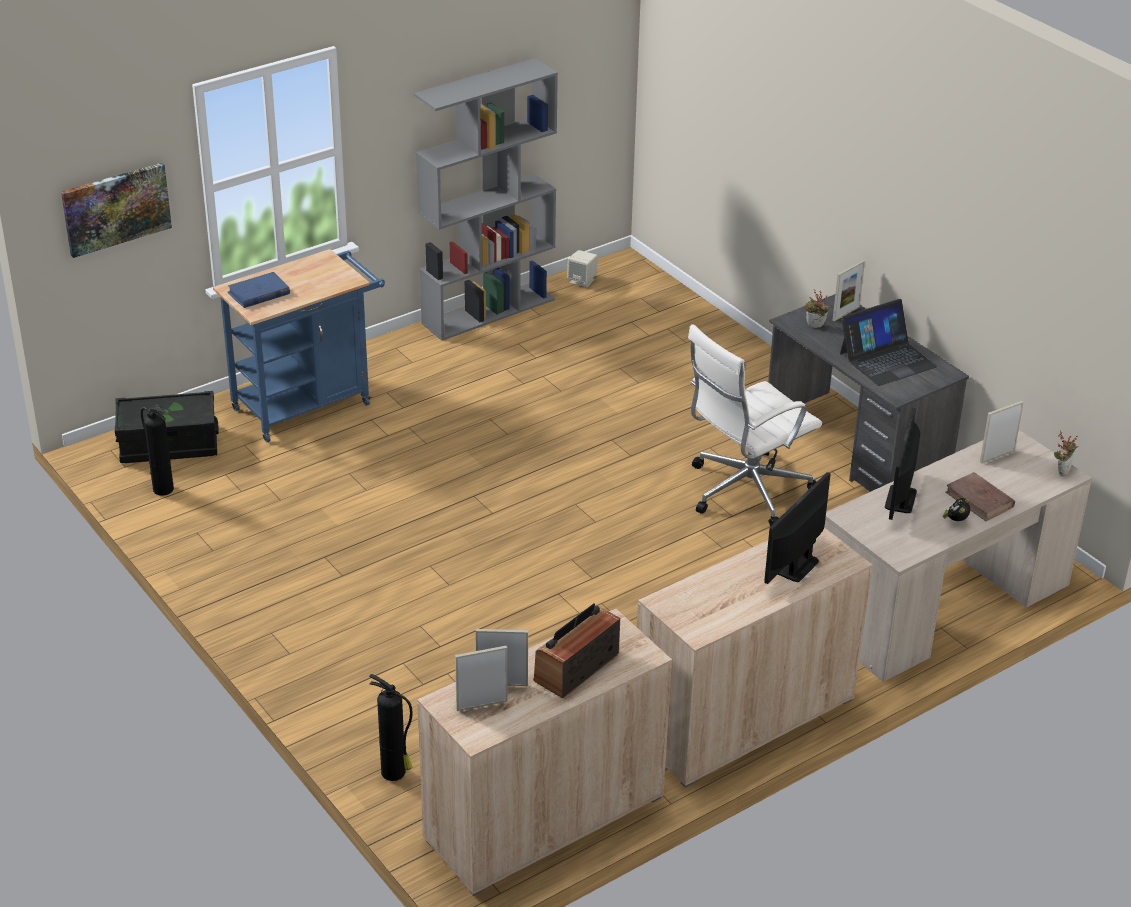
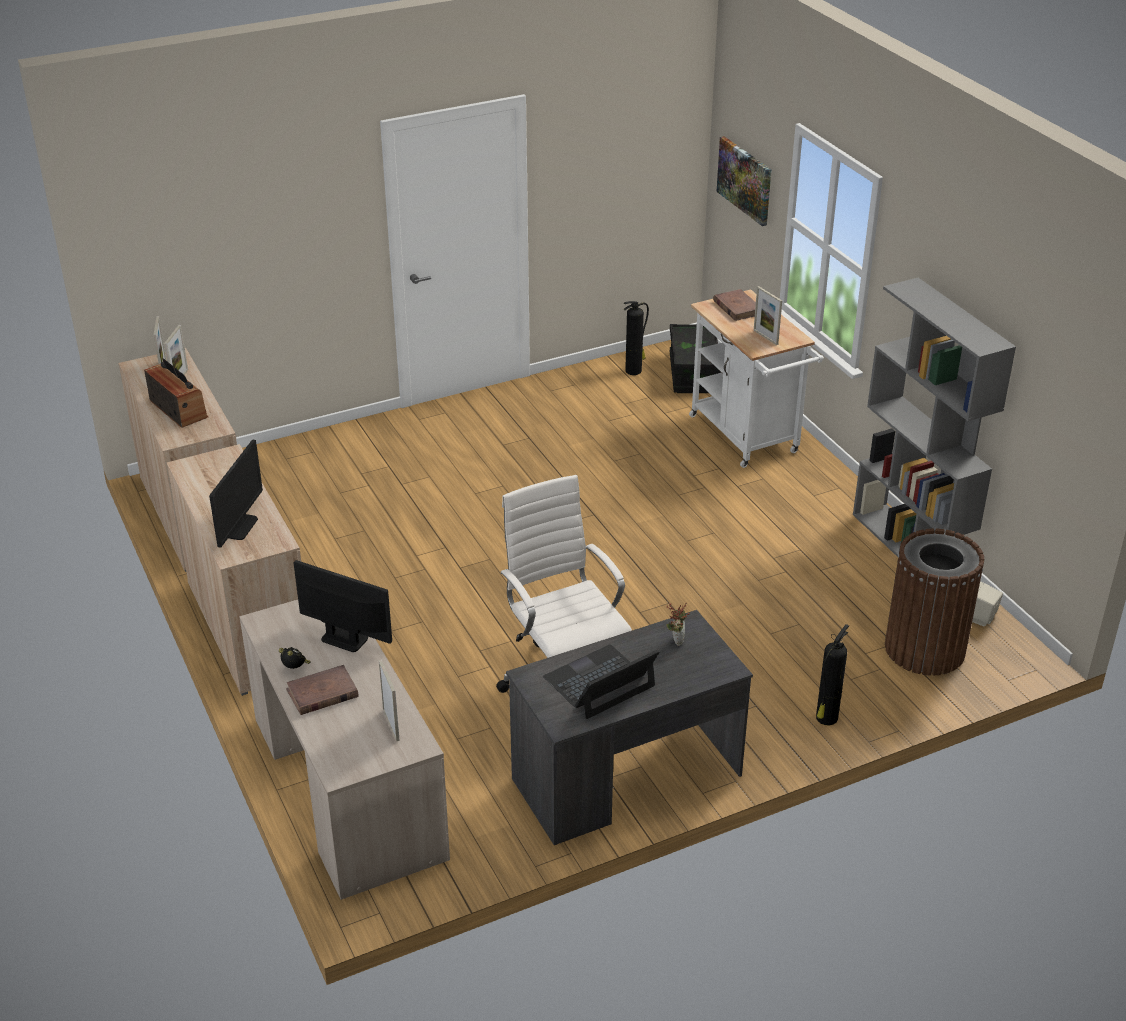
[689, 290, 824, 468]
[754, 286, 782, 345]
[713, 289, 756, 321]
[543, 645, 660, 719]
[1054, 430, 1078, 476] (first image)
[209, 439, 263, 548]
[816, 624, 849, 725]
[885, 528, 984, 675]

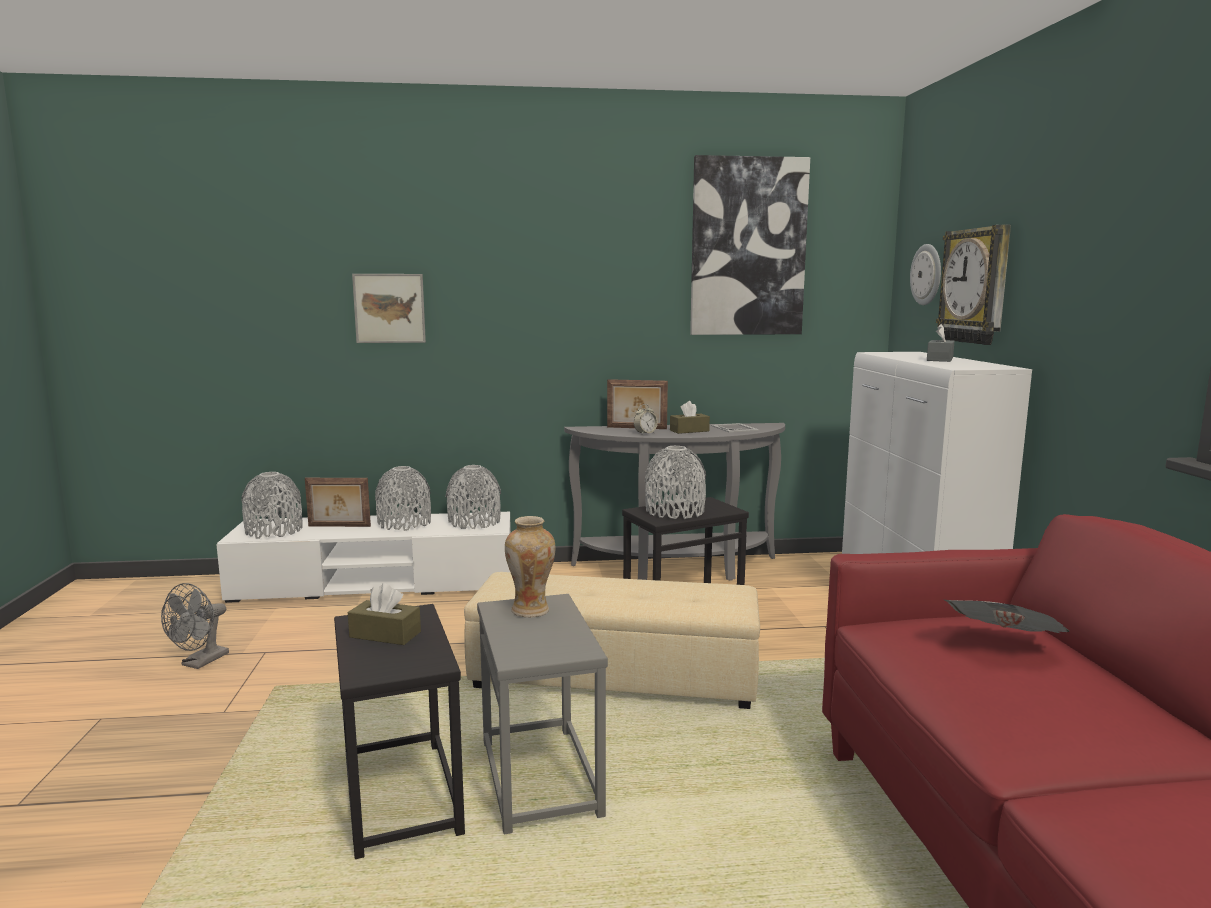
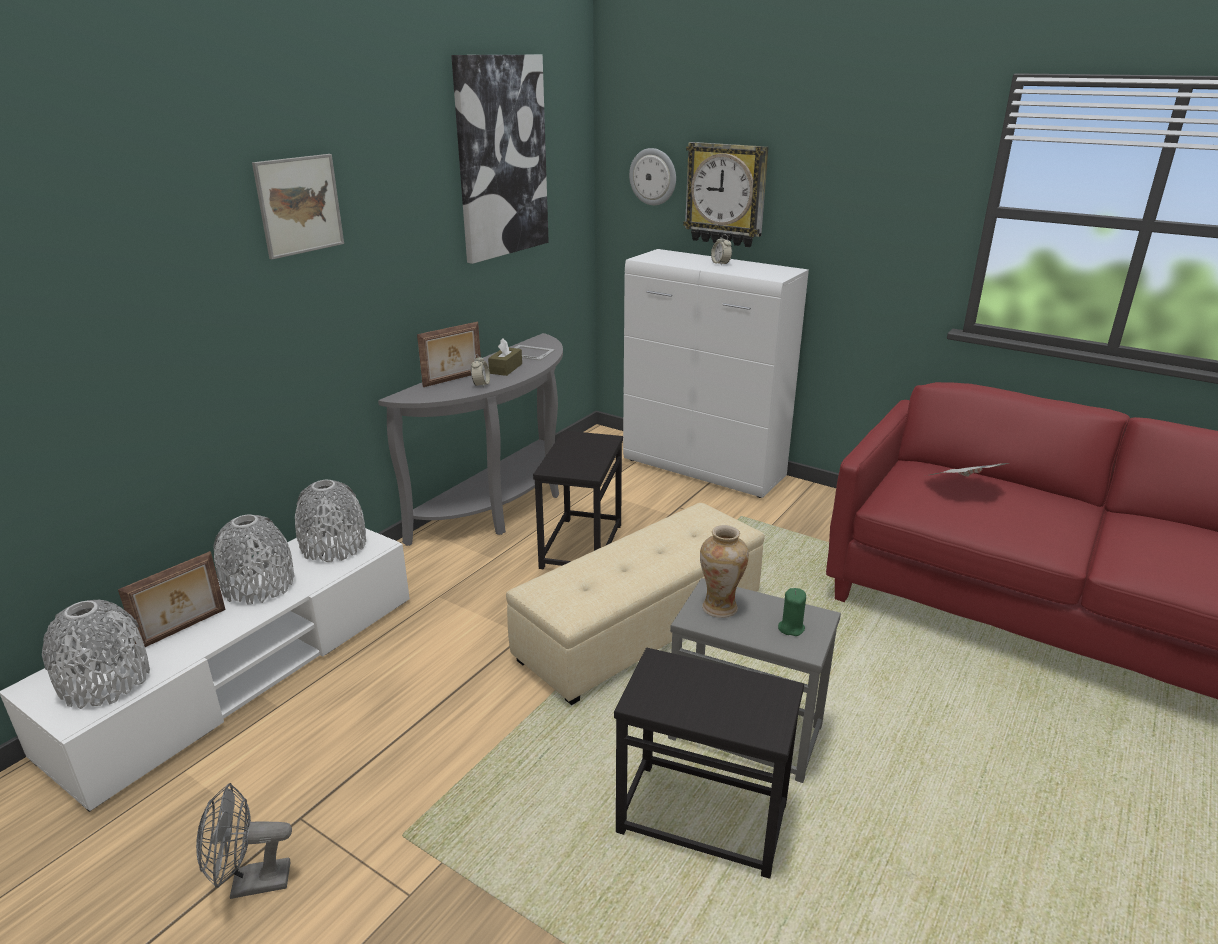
[252, 154, 344, 259]
[711, 235, 732, 266]
[645, 446, 706, 519] (first image)
[196, 783, 292, 899]
[348, 583, 421, 645] (first image)
[778, 588, 806, 636]

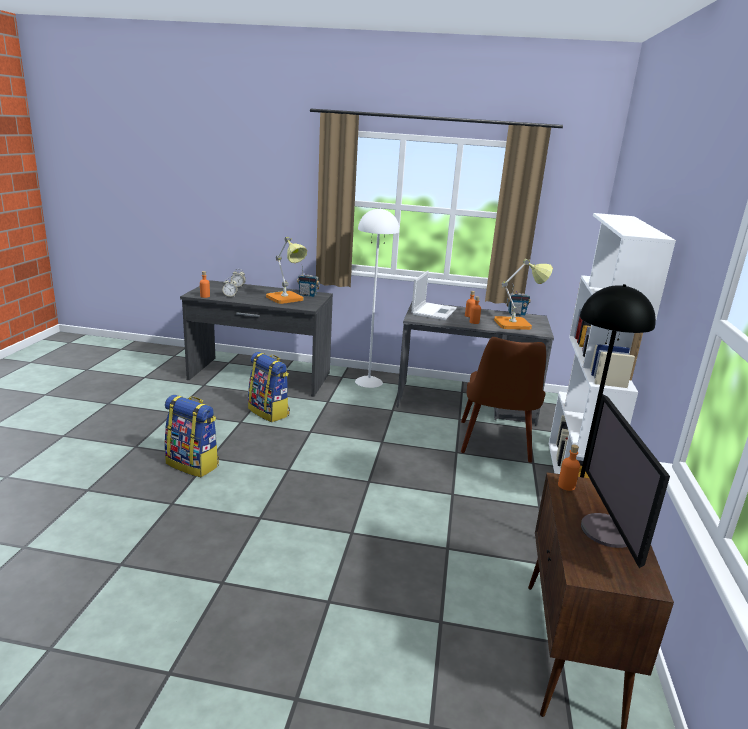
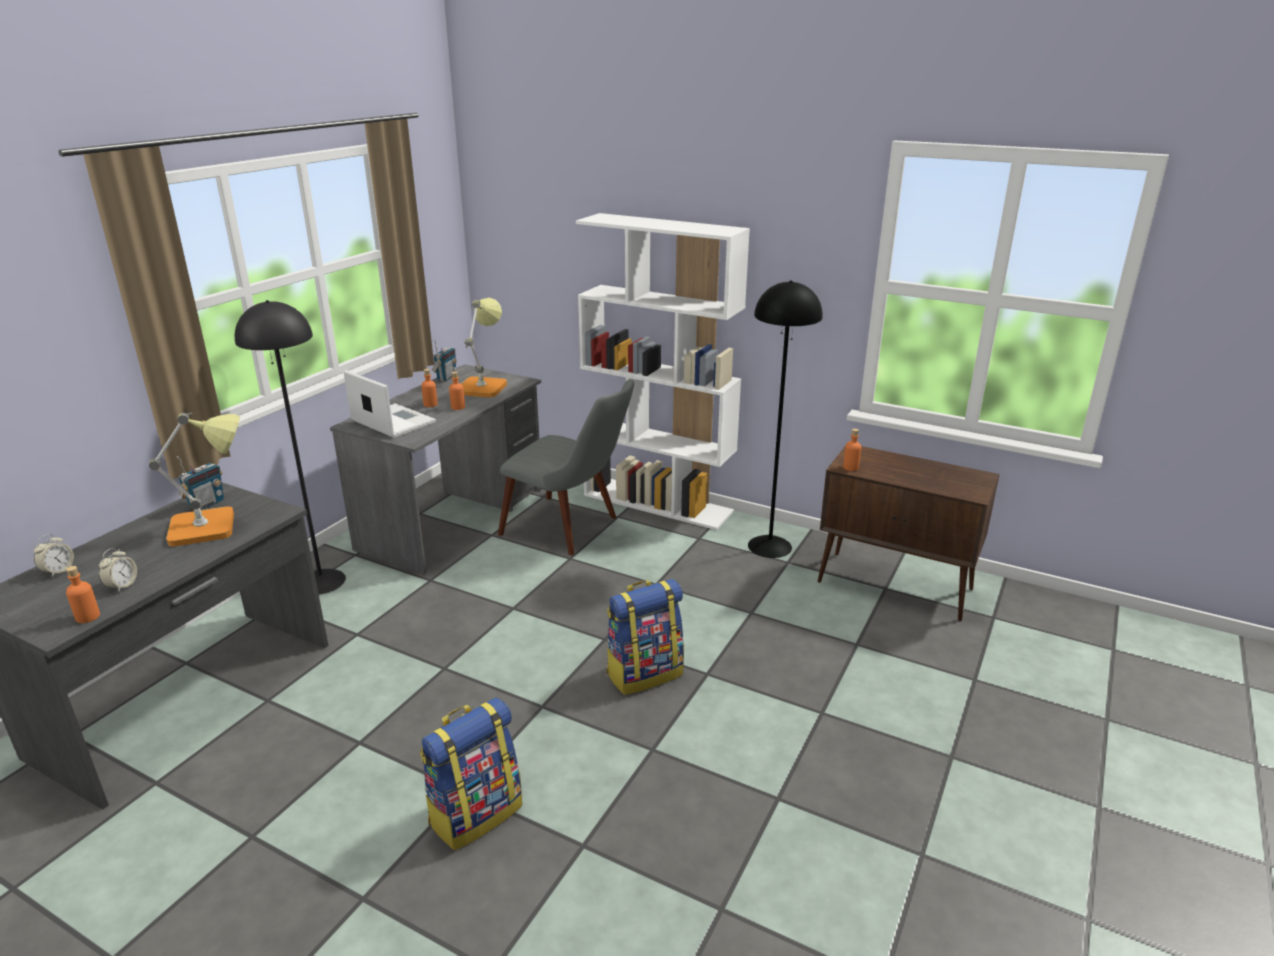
[235, 300, 346, 595]
[498, 379, 634, 555]
[607, 579, 684, 695]
[581, 394, 670, 568] (first image)

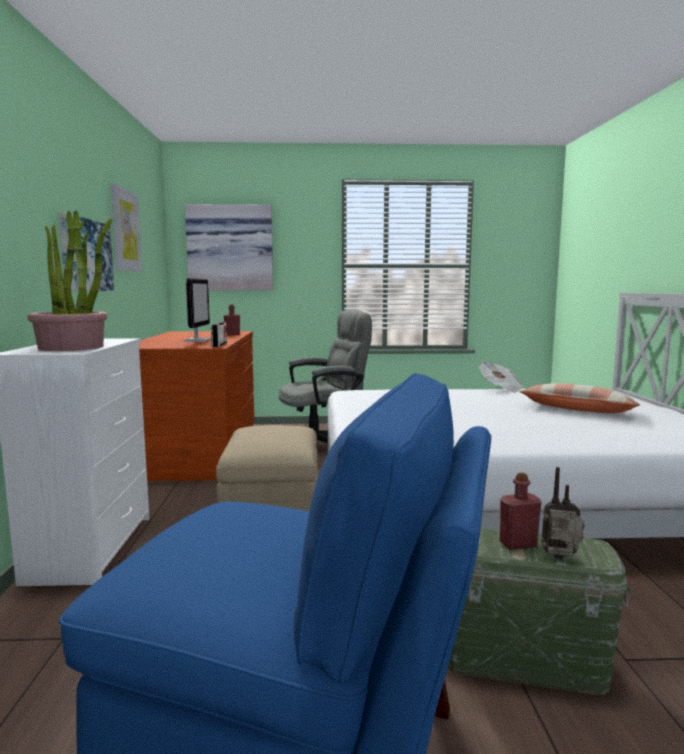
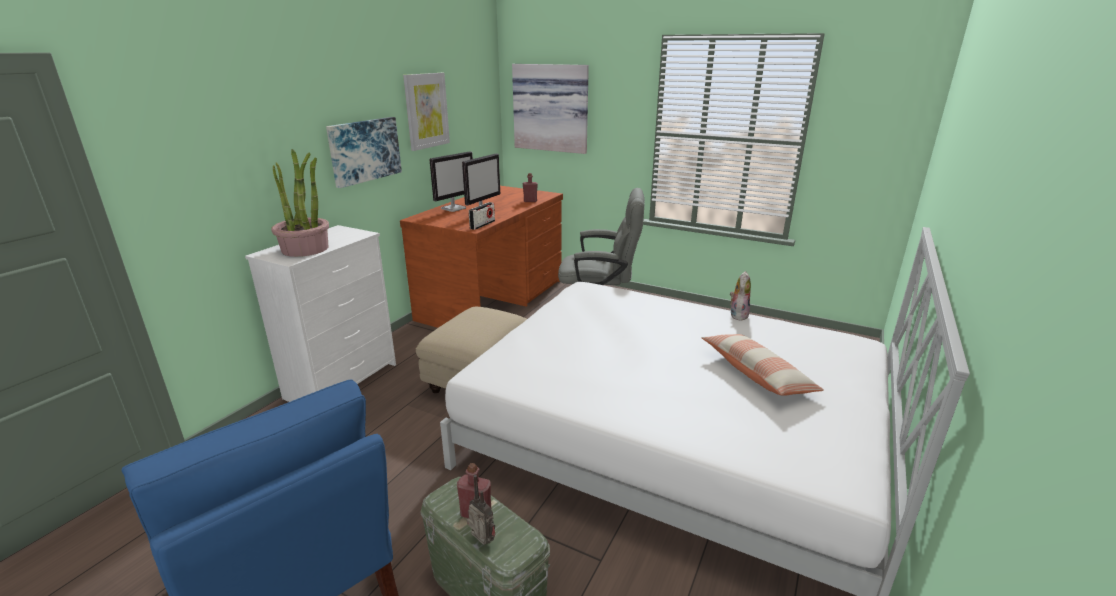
[730, 271, 751, 320]
[430, 151, 473, 212]

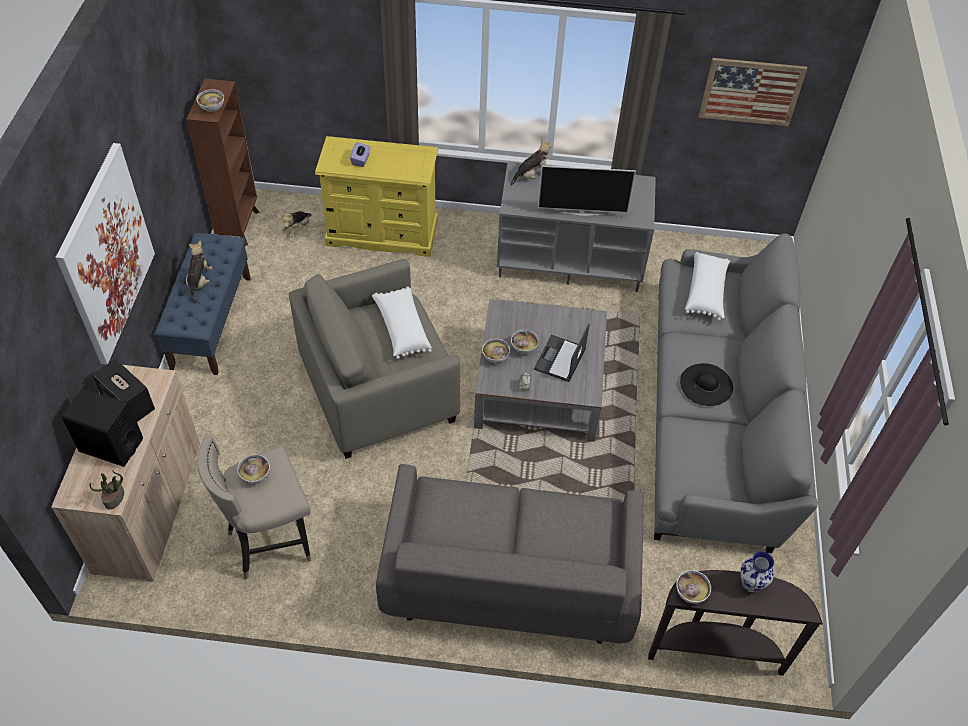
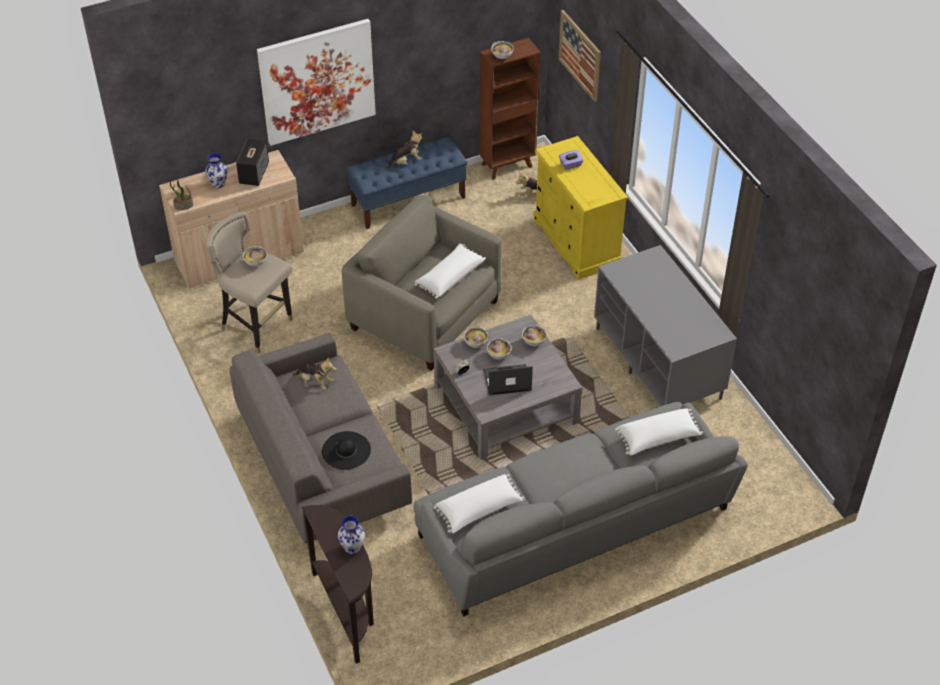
[558, 10, 601, 102]
[293, 357, 337, 390]
[538, 166, 636, 216] (first image)
[322, 431, 371, 470]
[205, 153, 228, 188]
[522, 325, 547, 346]
[434, 474, 524, 533]

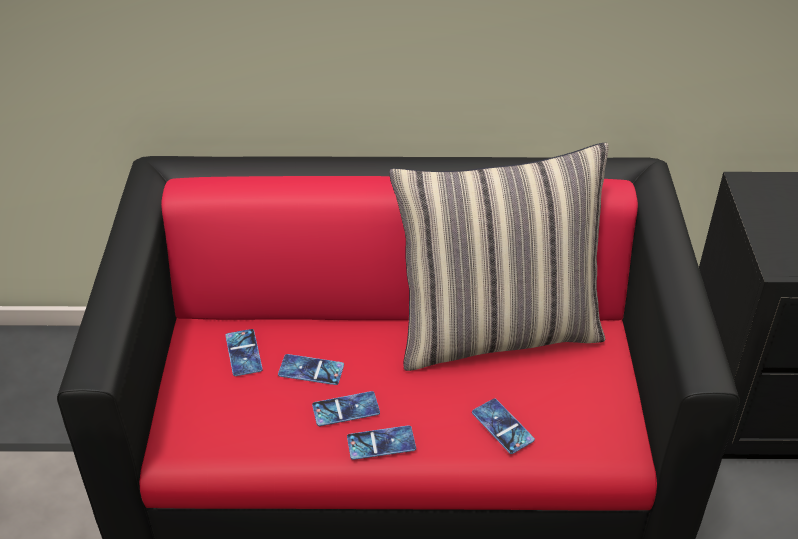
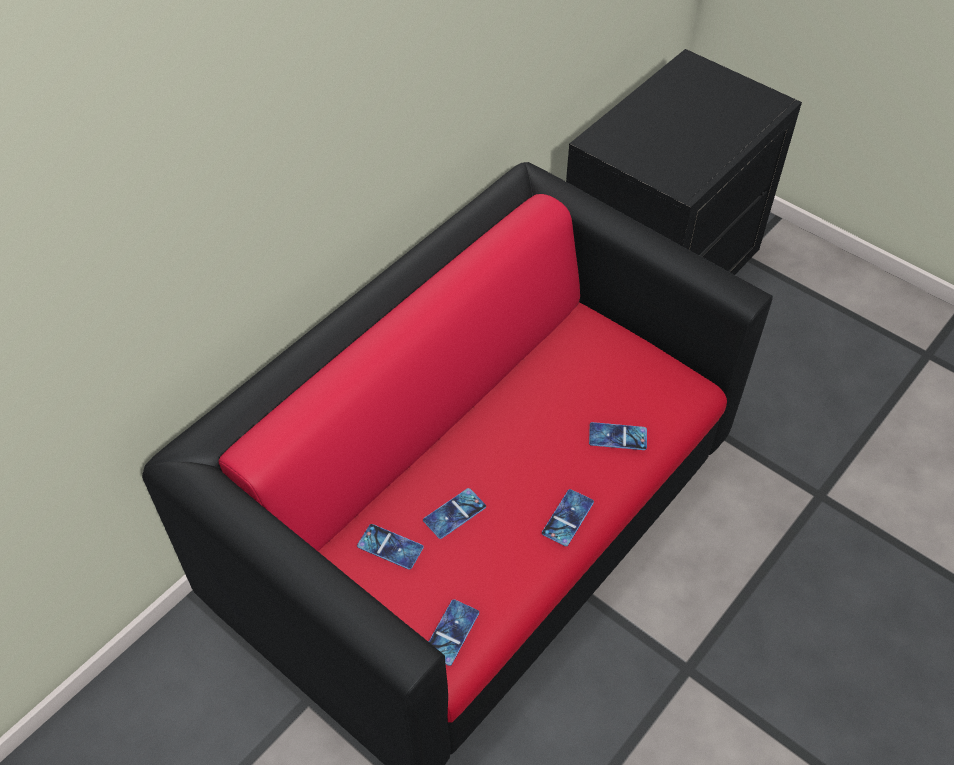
[389, 143, 609, 371] (first image)
[429, 599, 479, 666]

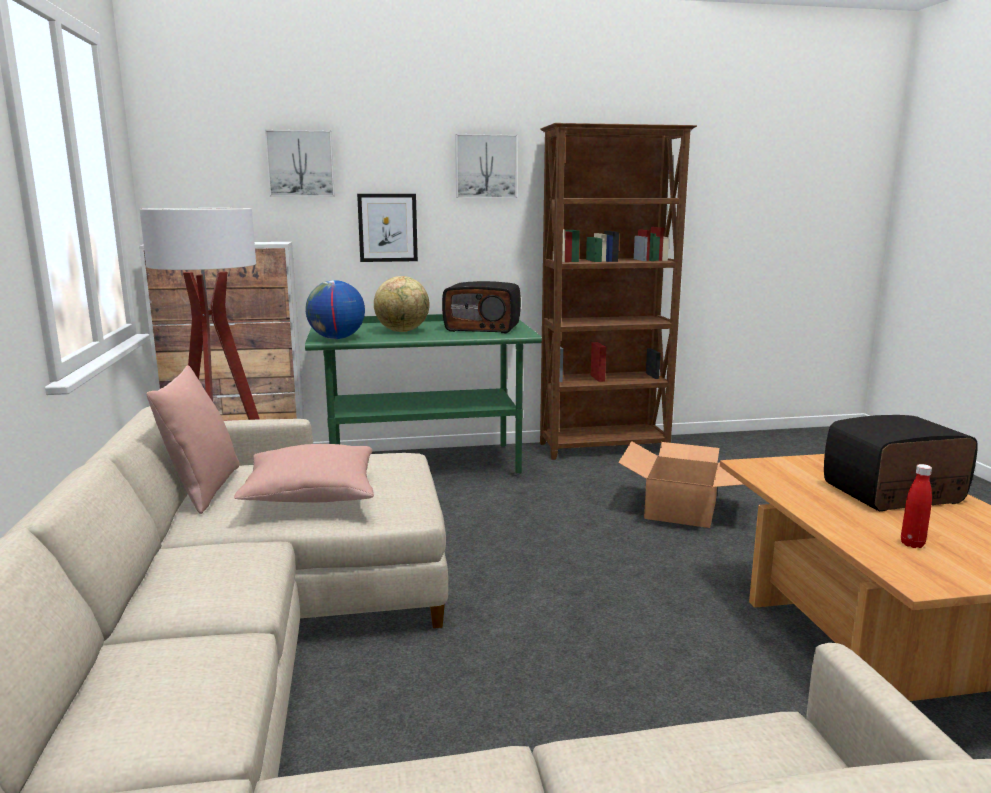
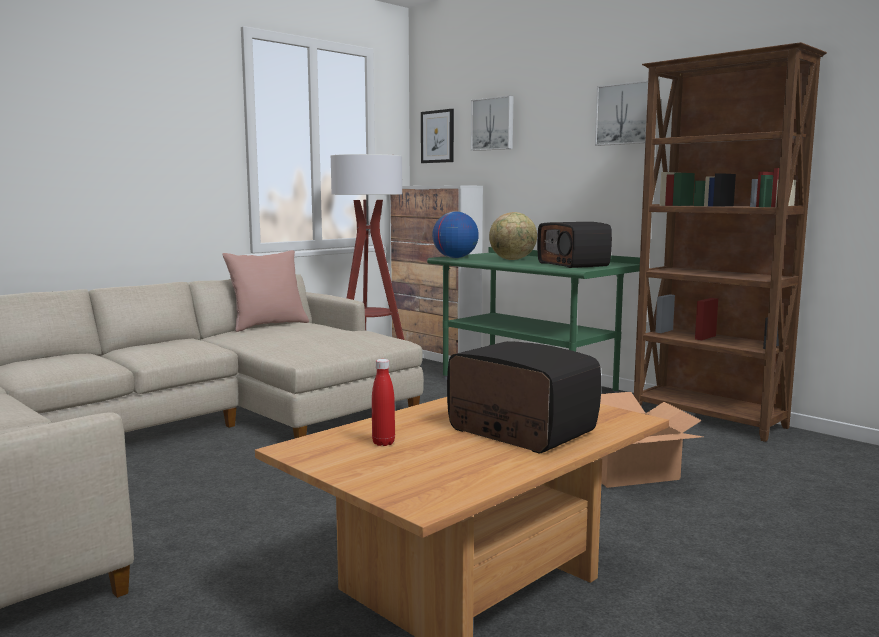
[421, 109, 454, 163]
[234, 444, 374, 503] (first image)

